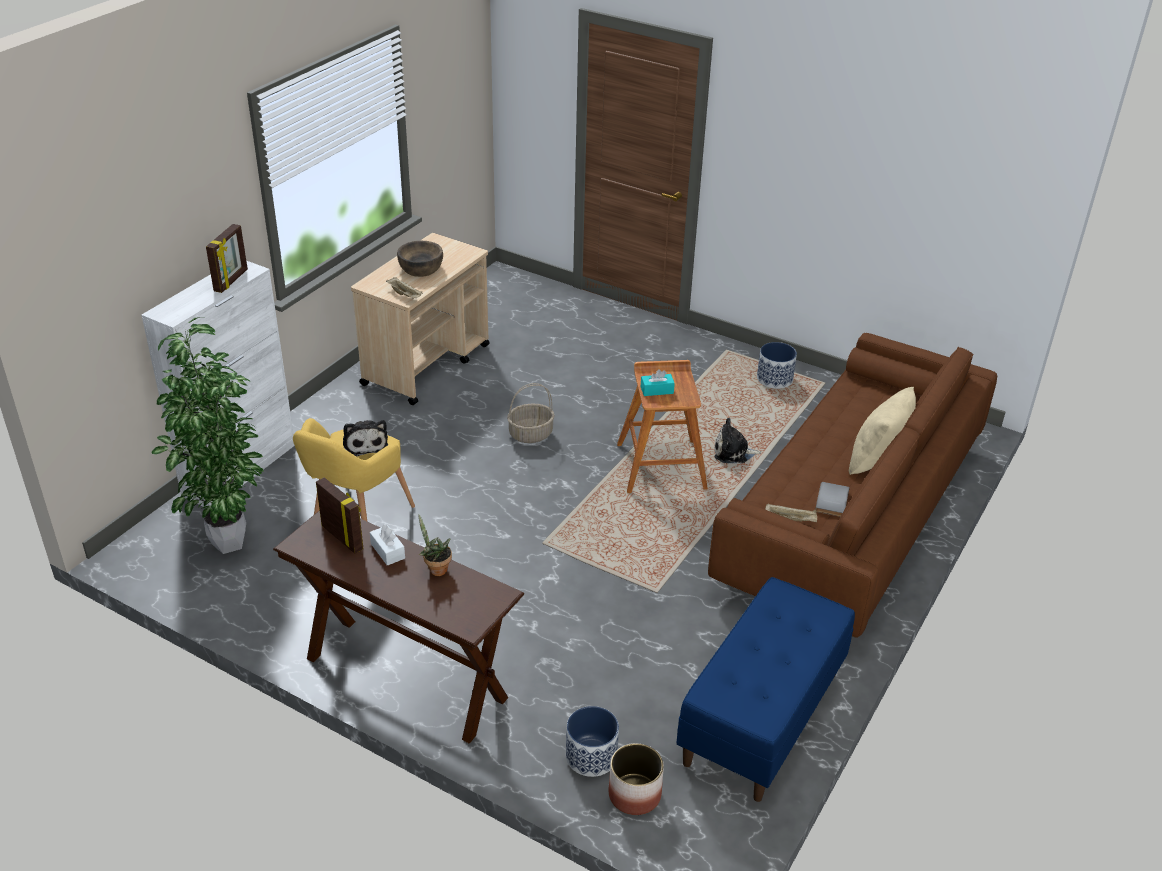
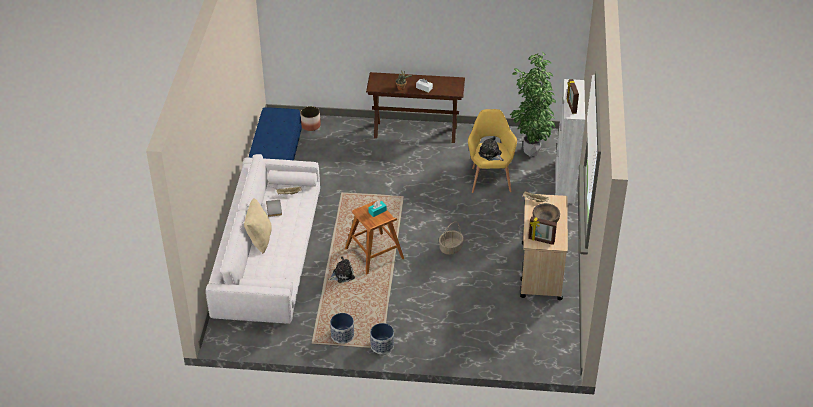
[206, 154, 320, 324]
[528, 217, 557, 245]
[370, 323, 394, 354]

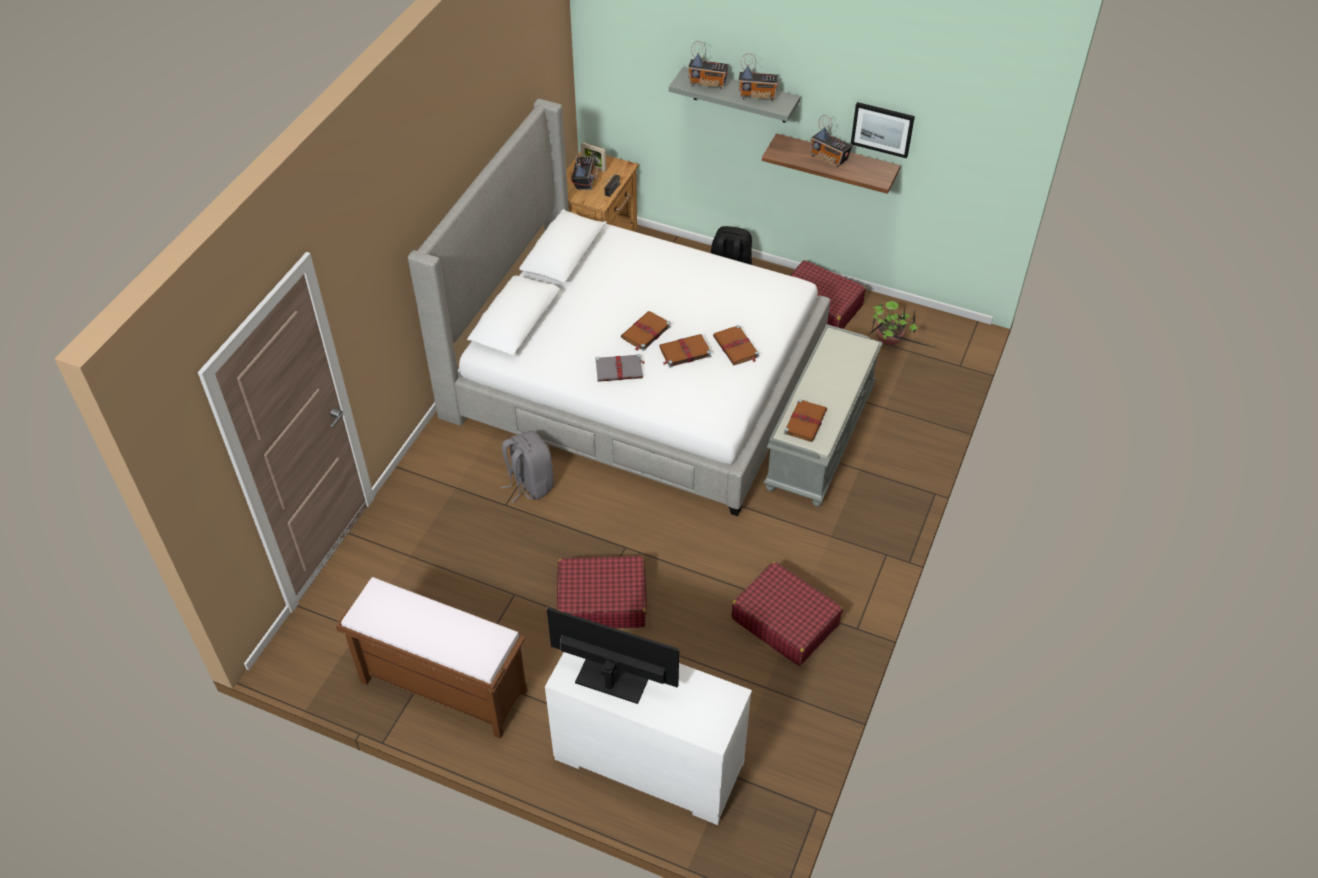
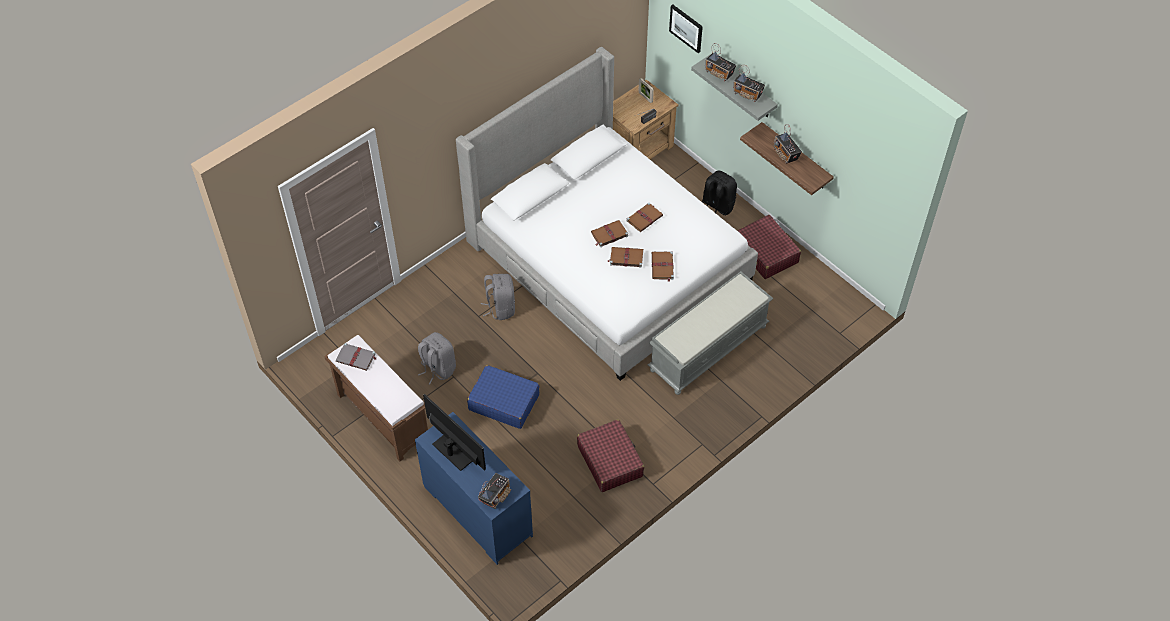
[669, 5, 703, 53]
[478, 473, 511, 509]
[870, 301, 939, 349] (first image)
[336, 343, 376, 371]
[626, 202, 663, 232]
[467, 365, 540, 429]
[415, 412, 533, 565]
[418, 332, 456, 385]

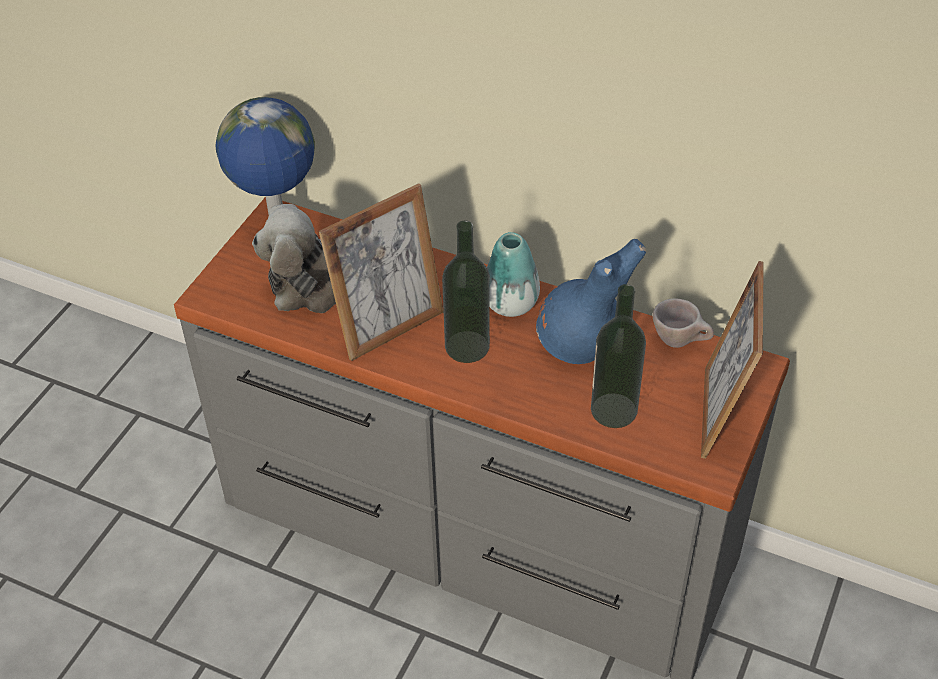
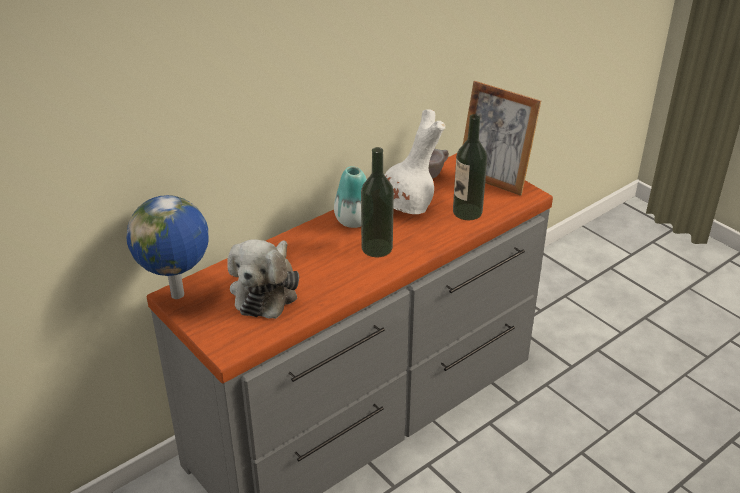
[319, 183, 444, 361] (first image)
[385, 109, 445, 214]

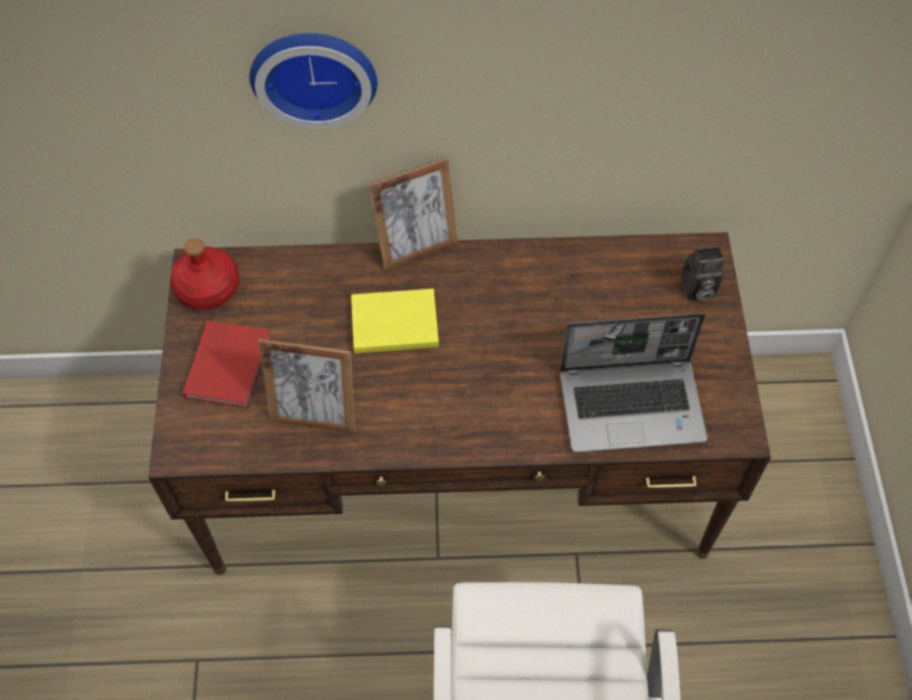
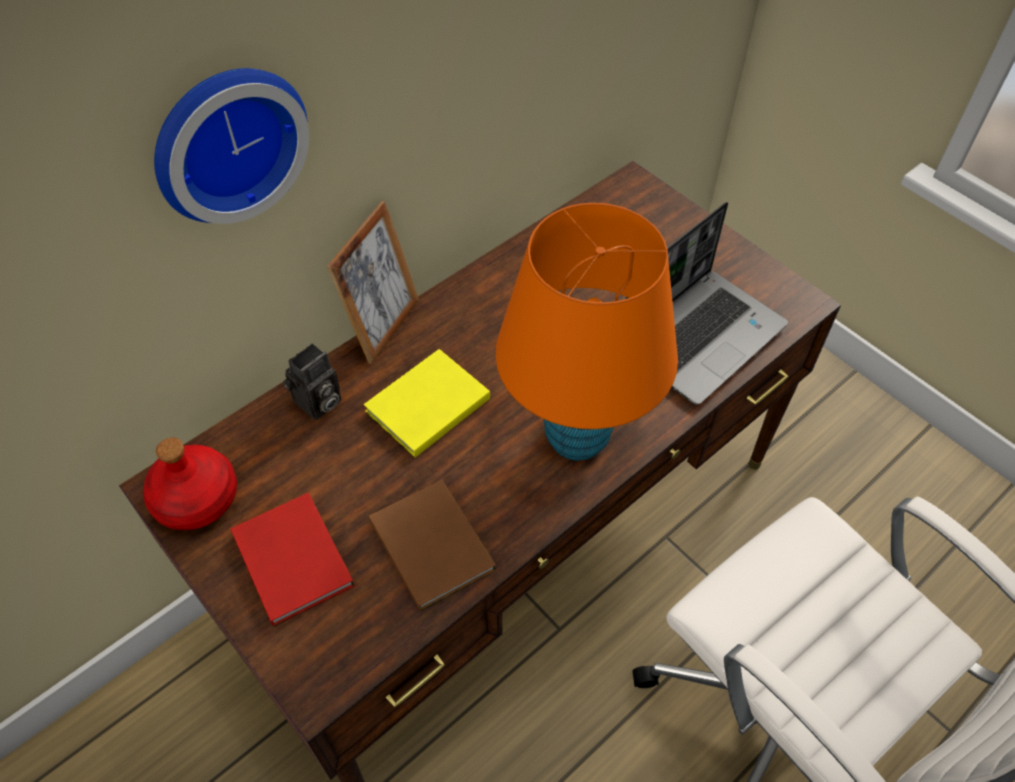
[283, 343, 342, 420]
[369, 480, 496, 611]
[495, 203, 678, 461]

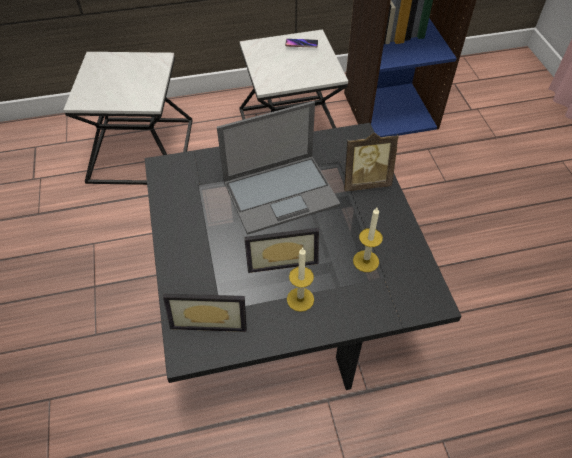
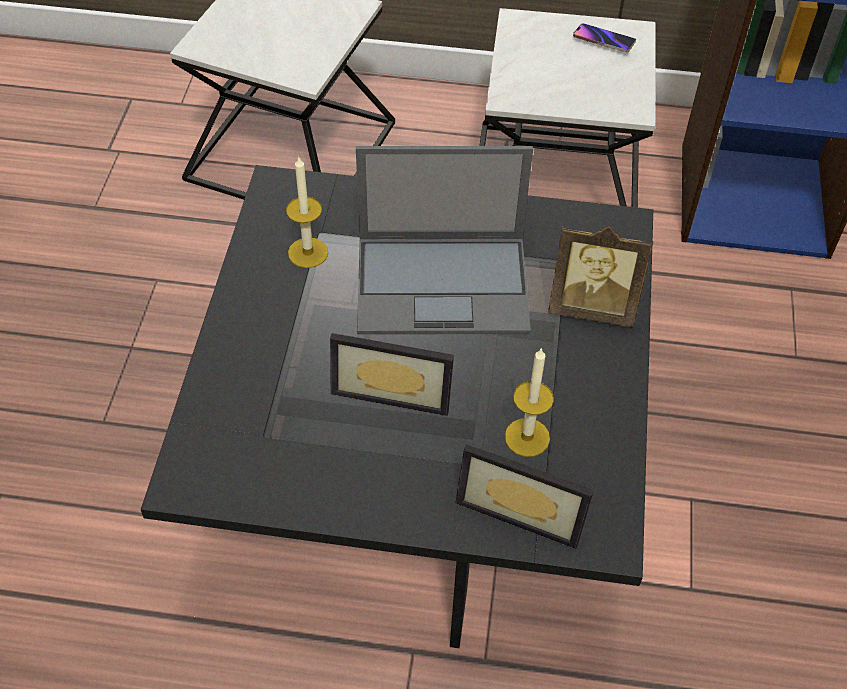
[286, 157, 328, 268]
[455, 444, 594, 549]

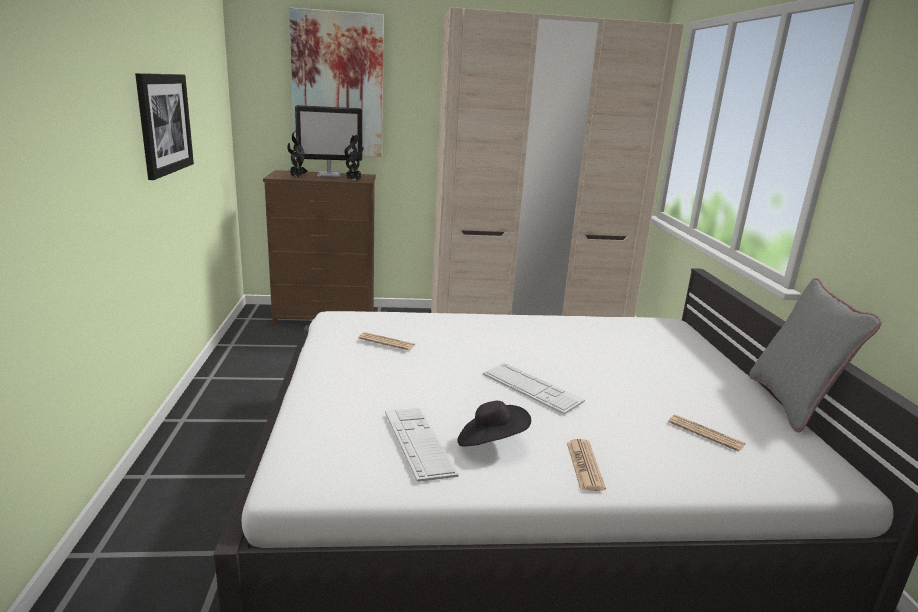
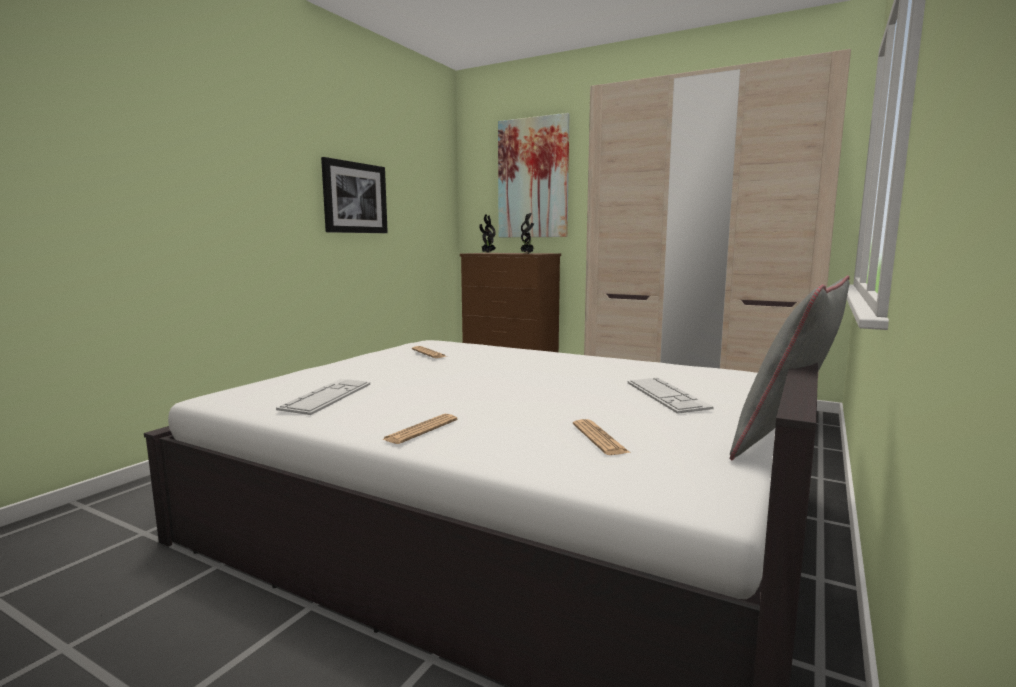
[295, 105, 362, 177] (first image)
[628, 378, 714, 414]
[458, 401, 531, 446] (first image)

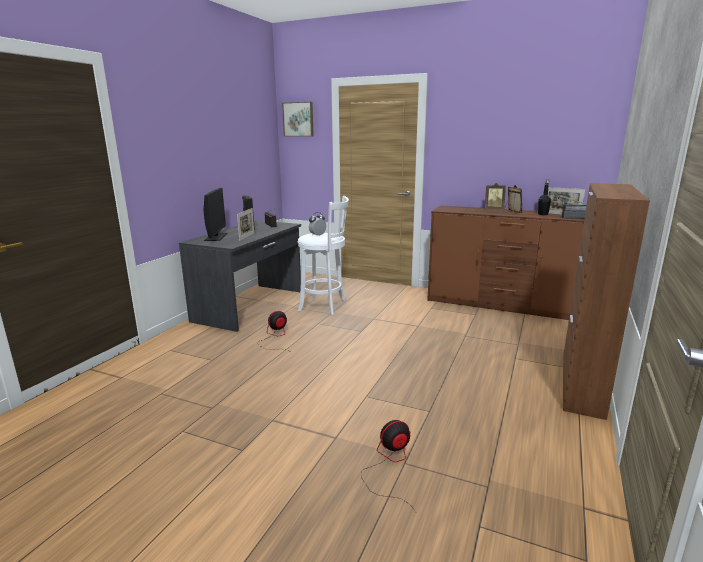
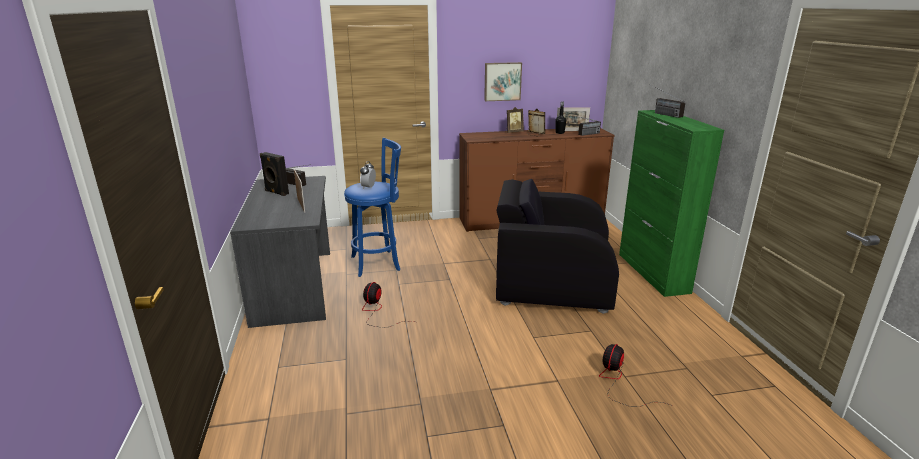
[484, 62, 522, 101]
[619, 110, 724, 297]
[204, 188, 227, 241] (first image)
[344, 138, 401, 277]
[651, 85, 685, 118]
[496, 179, 619, 314]

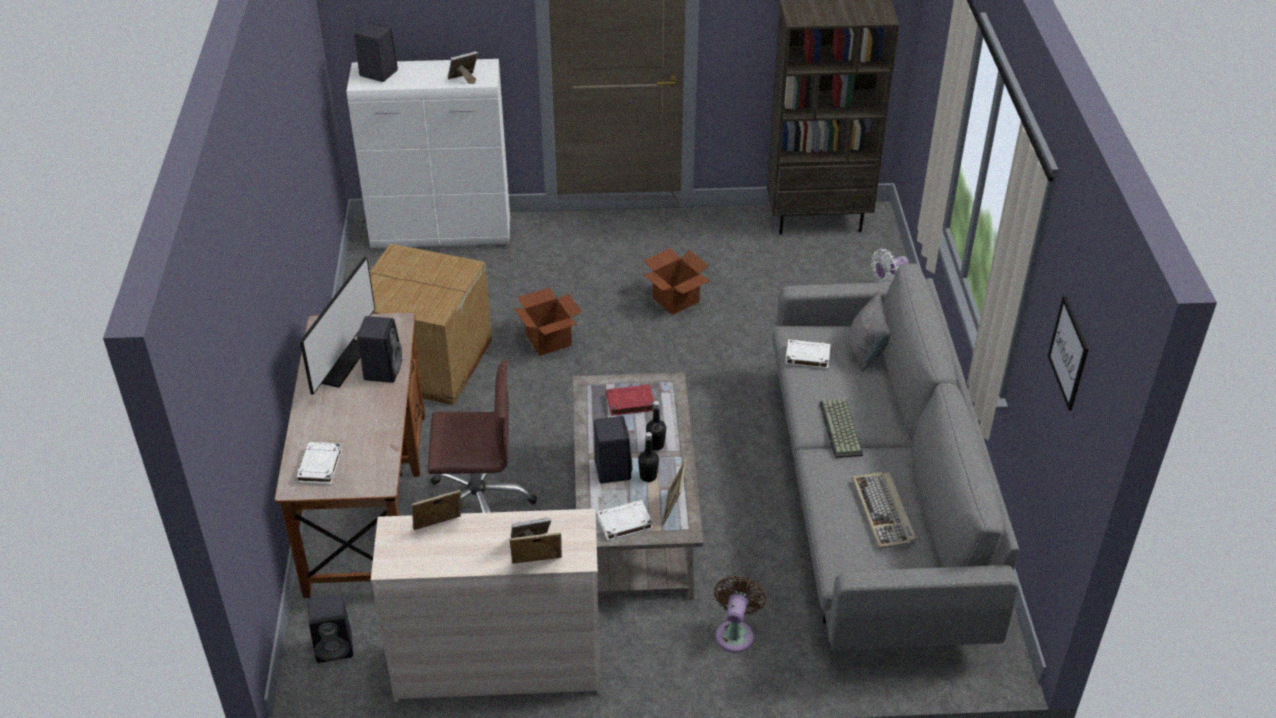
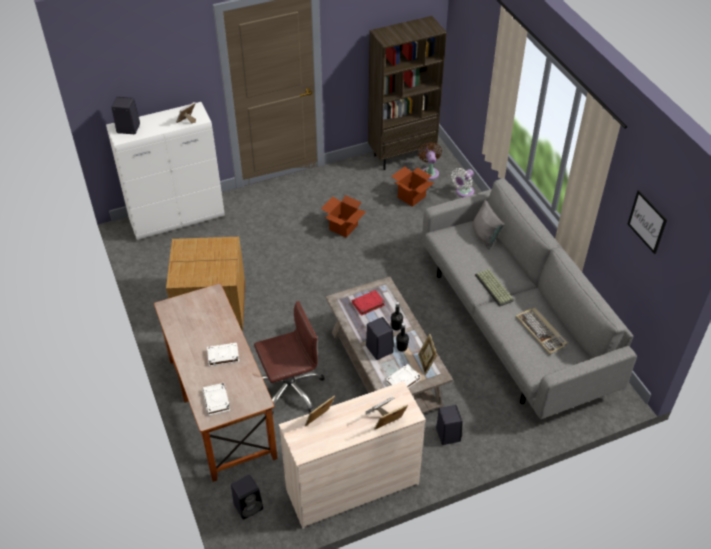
[300, 256, 375, 395] (first image)
[391, 167, 434, 207]
[436, 405, 463, 445]
[207, 343, 239, 366]
[418, 142, 442, 180]

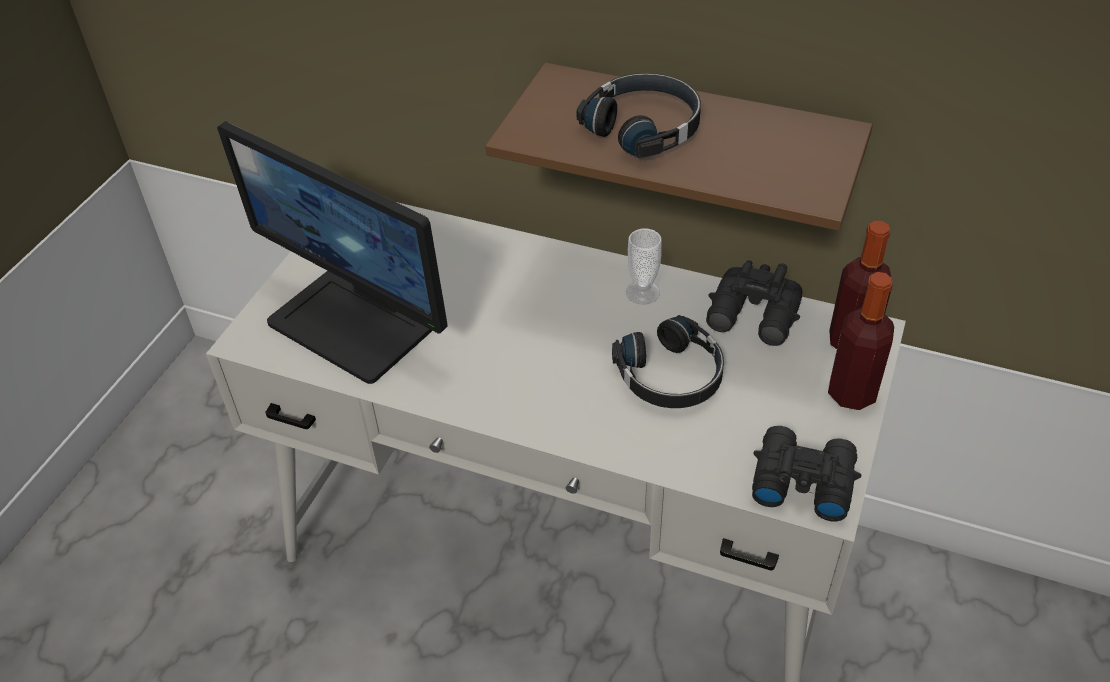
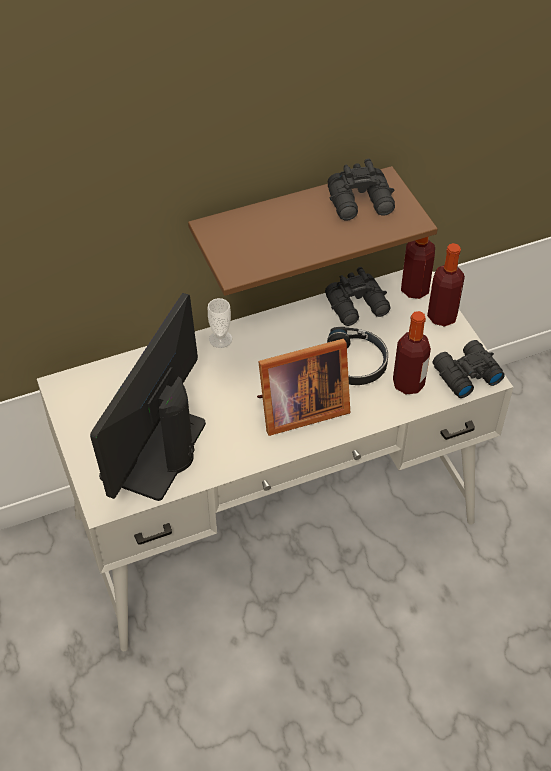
[577, 73, 701, 158] (first image)
[90, 293, 206, 501]
[208, 298, 232, 348]
[328, 159, 395, 221]
[393, 311, 431, 395]
[257, 339, 350, 436]

